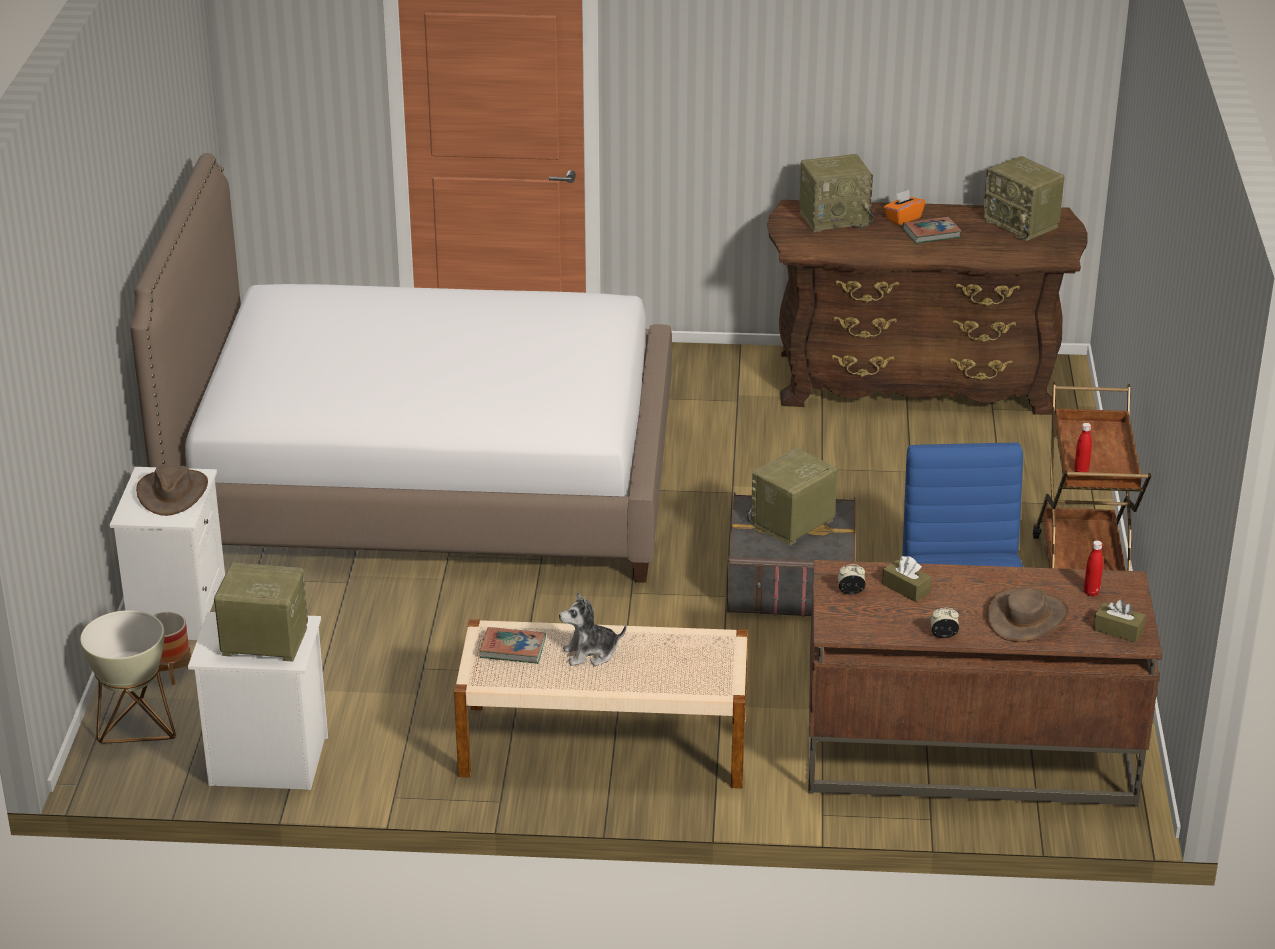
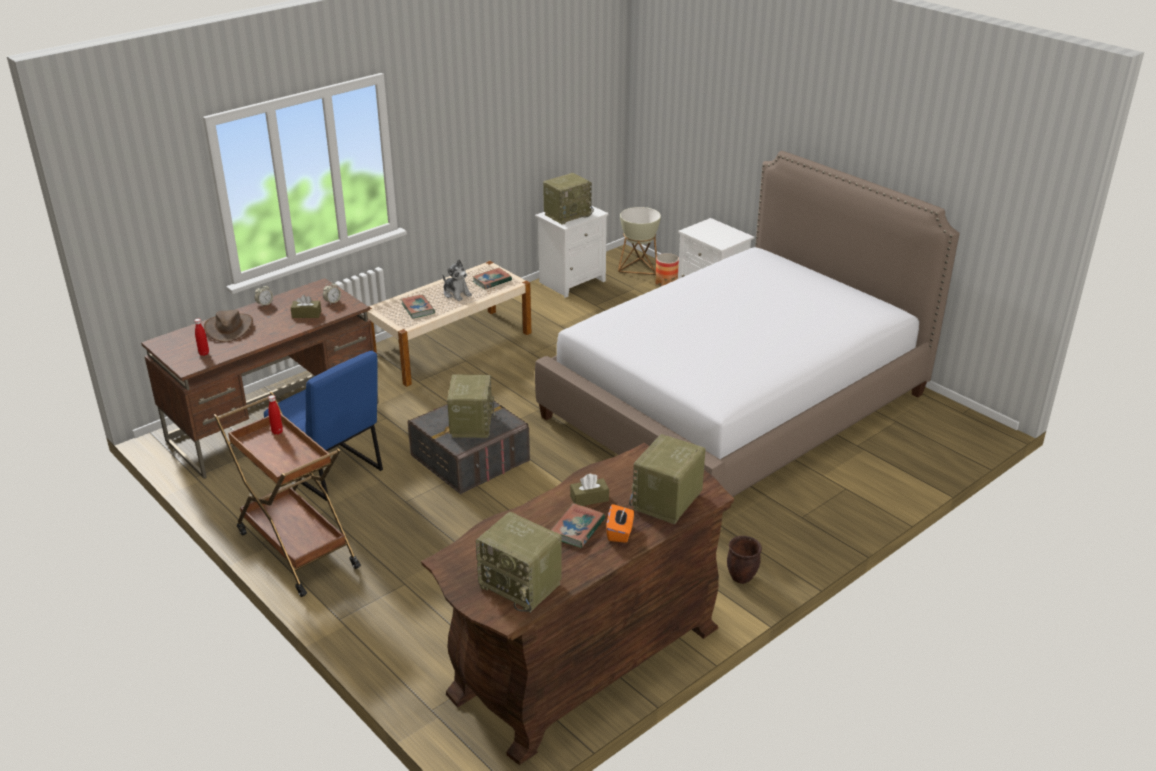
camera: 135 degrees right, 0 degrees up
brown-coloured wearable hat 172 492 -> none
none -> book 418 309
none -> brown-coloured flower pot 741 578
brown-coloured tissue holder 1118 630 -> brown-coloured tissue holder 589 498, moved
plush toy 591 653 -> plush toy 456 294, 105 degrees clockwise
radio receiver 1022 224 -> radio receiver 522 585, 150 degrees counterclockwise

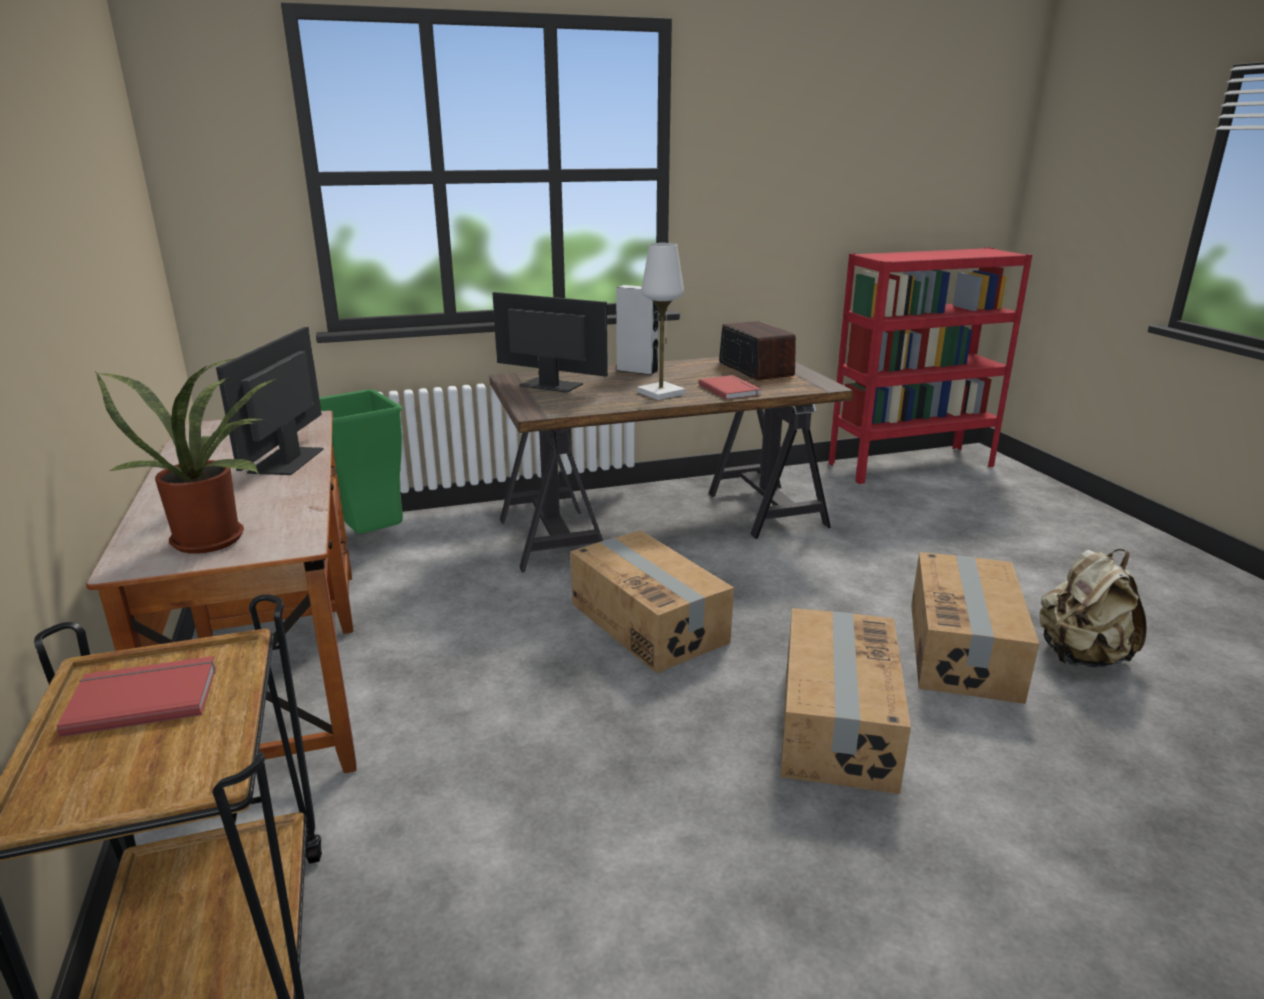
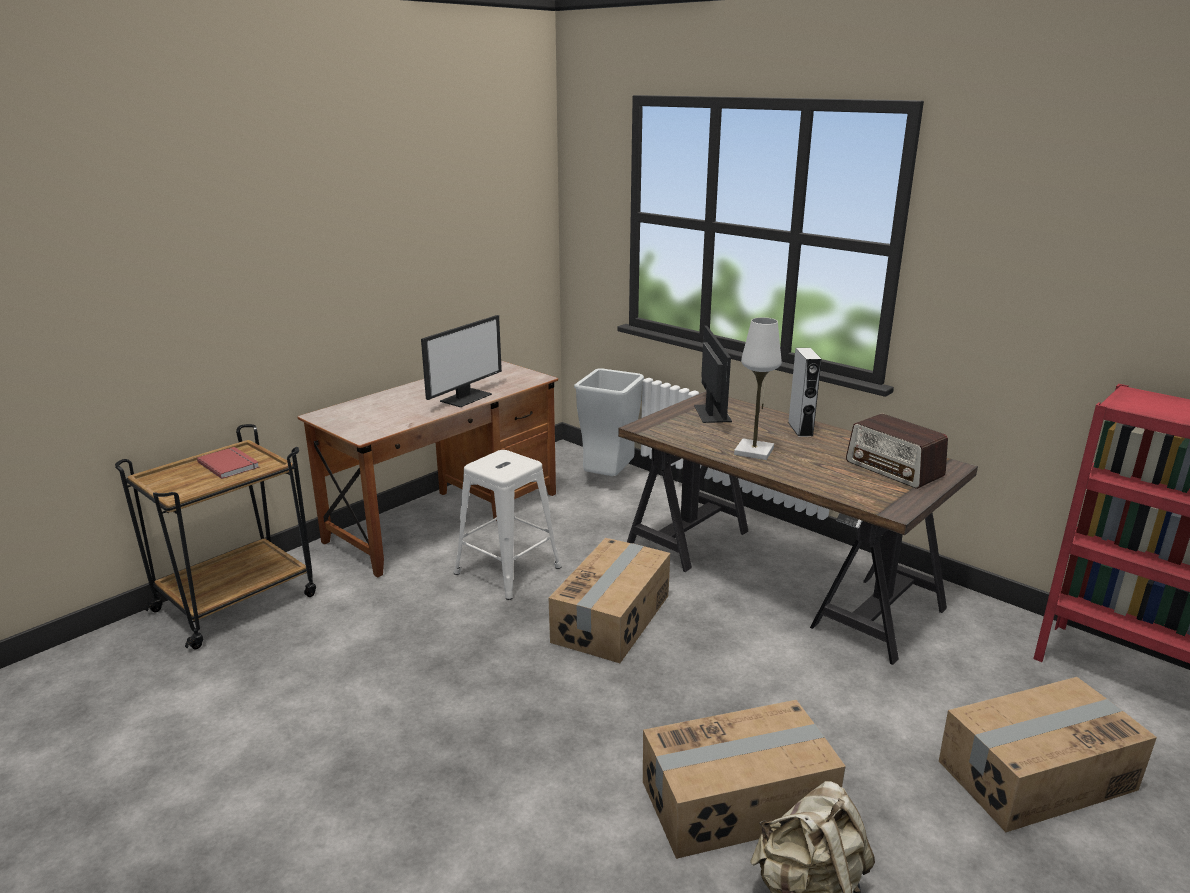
camera: 60 degrees right, 0 degrees up
houseplant 214 537 -> none
reddish book 731 389 -> none
none -> white stool seat 508 570
packing box 835 723 -> packing box 1034 774, moved
green-coloured trash can 370 537 -> grey trash can 608 479
monitor 287 461 -> monitor 465 397, 150 degrees clockwise
radio receiver 755 369 -> radio receiver 894 469, 105 degrees clockwise

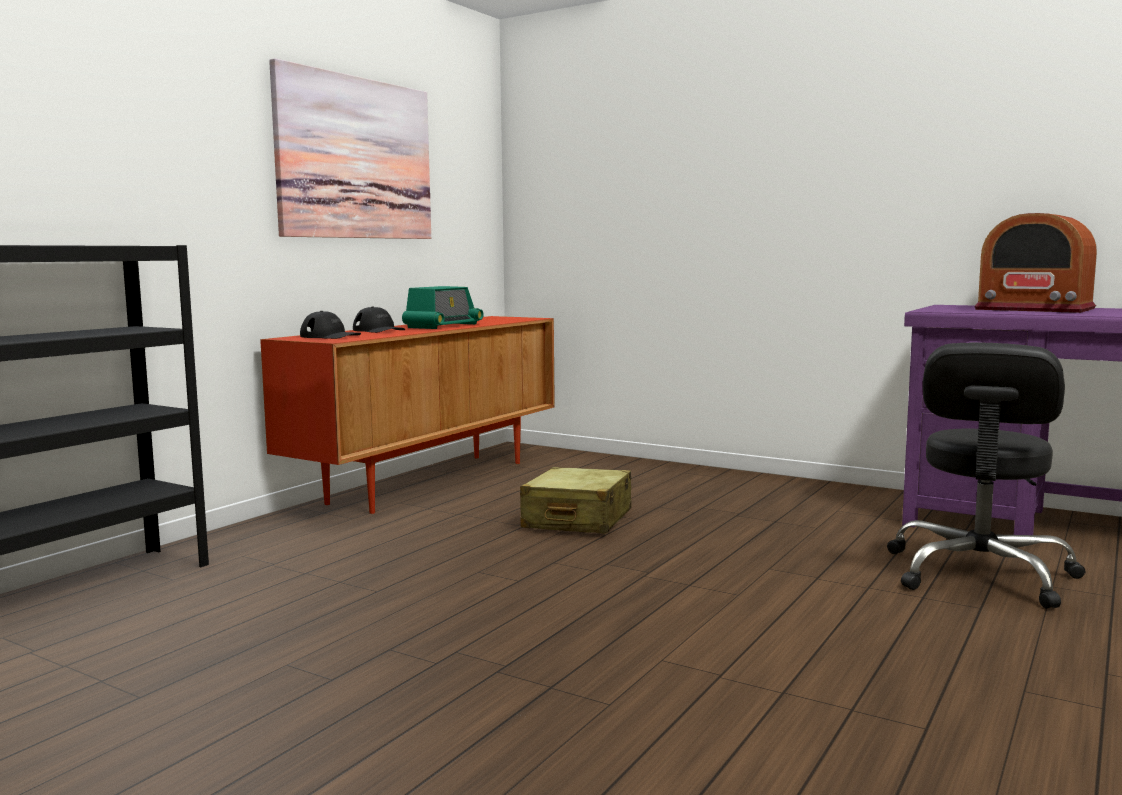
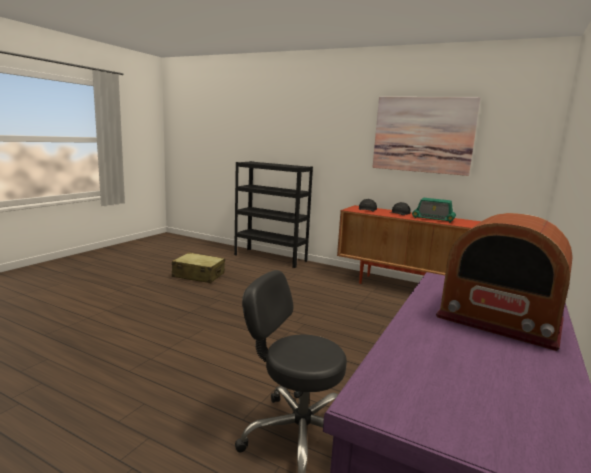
camera: 85 degrees right, 5 degrees up
sand-coloured piece of luggage 577 520 -> sand-coloured piece of luggage 198 275, moved
radio receiver 1034 309 -> radio receiver 499 319, 90 degrees counterclockwise

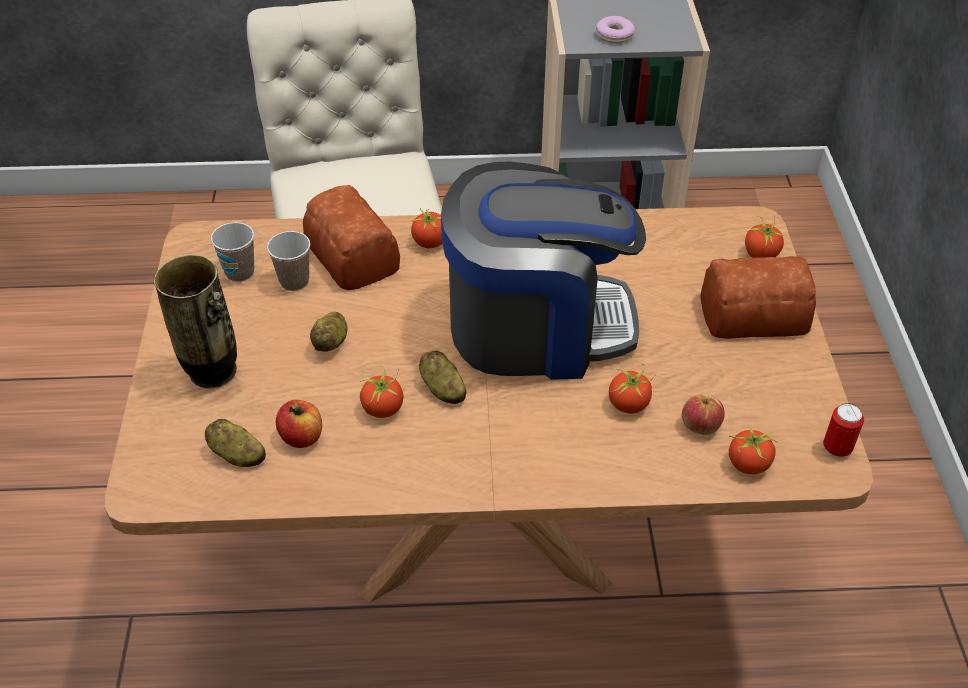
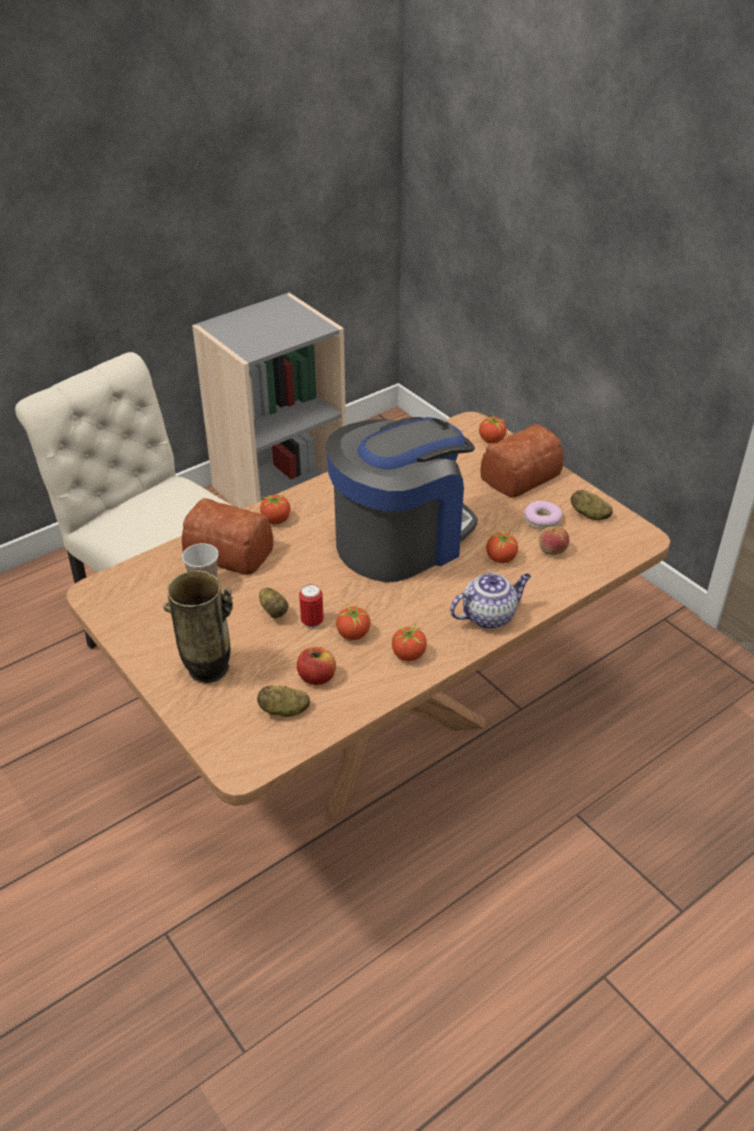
camera: 35 degrees left, 5 degrees down
small cup 240 272 -> none
none -> pot for tea 489 615
potato 442 389 -> potato 589 515, moved
donut 614 35 -> donut 542 520, moved
fresh tomato 748 464 -> fresh tomato 408 655, moved
metal can 836 448 -> metal can 312 622, moved

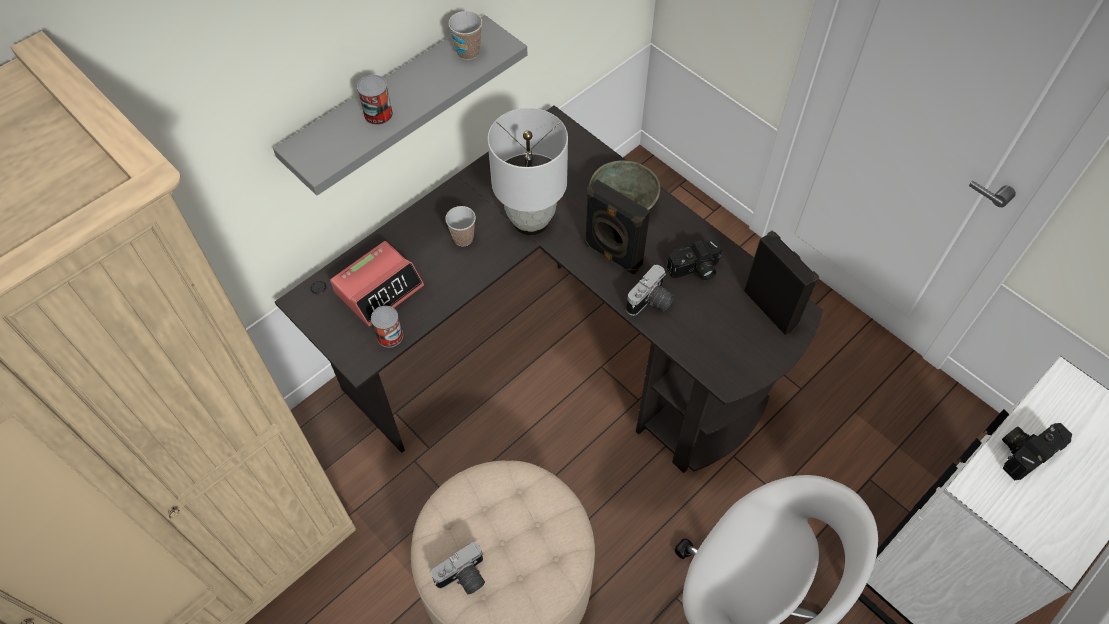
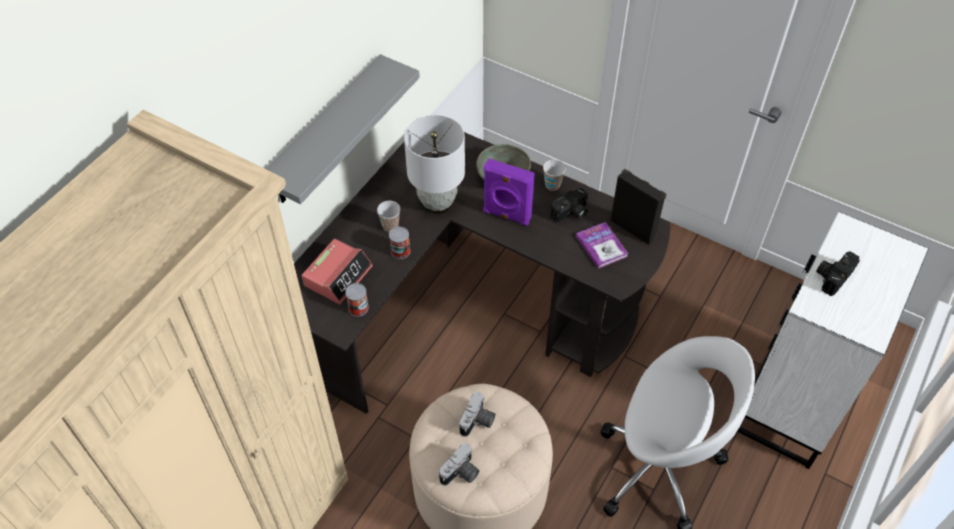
camera: 15 degrees left, 5 degrees down
none -> book 601 246
metal can 378 114 -> metal can 400 251, moved
small cup 468 52 -> small cup 552 185, moved
still camera 651 303 -> still camera 478 422, moved
black-coloured speaker 612 255 -> purplish speaker 506 215

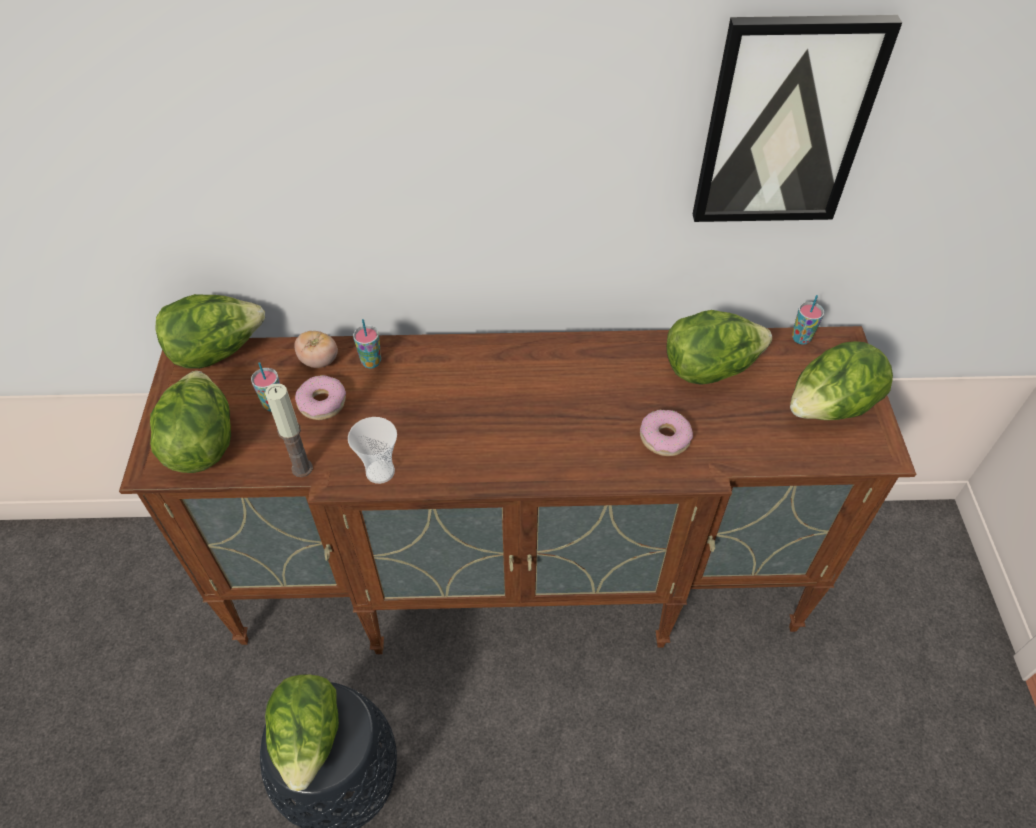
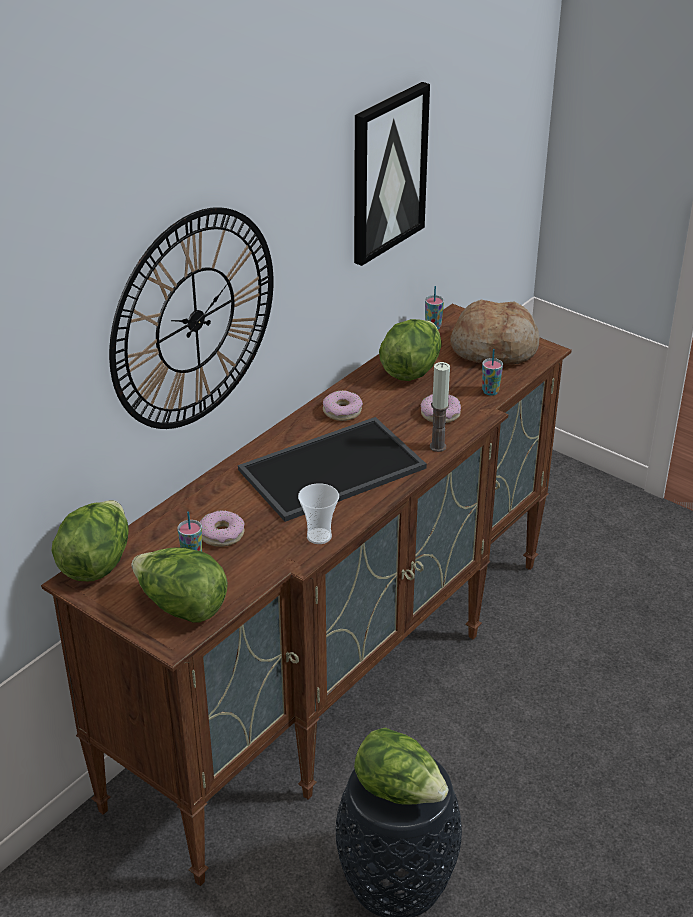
camera: 50 degrees left, 15 degrees down
fresh tomato 319 361 -> none
none -> wall clock 195 320
none -> serving tray 332 471
none -> donut 342 411
candle 302 468 -> candle 437 446, moved
small cup 371 362 -> small cup 490 391, moved
lettuce head 829 408 -> bread 495 348

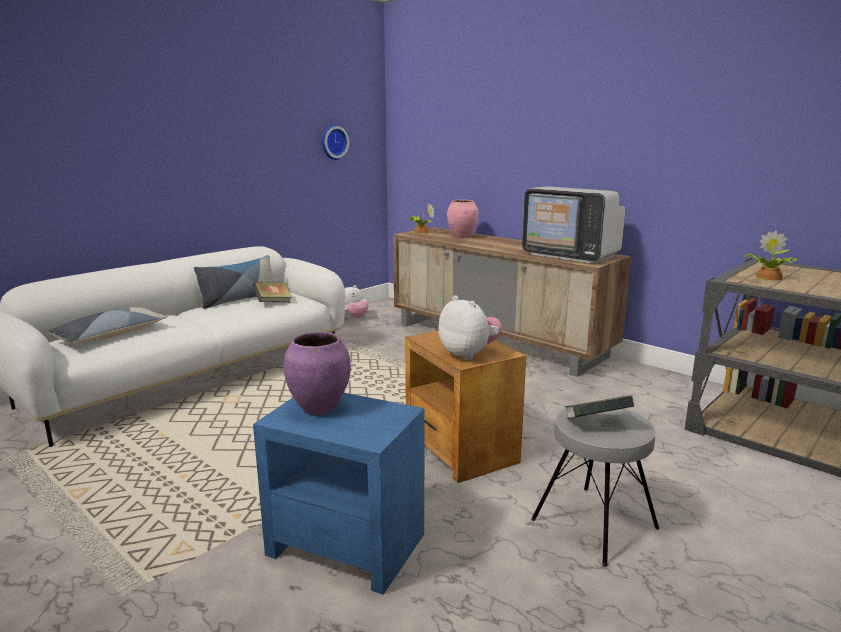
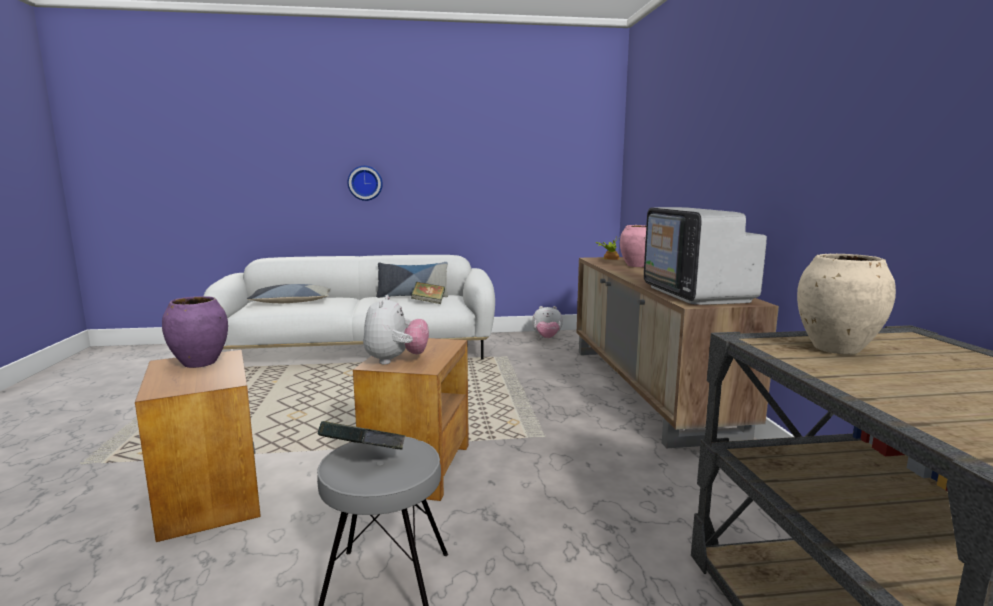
camera: 40 degrees right, 5 degrees down
wall clock 333 142 -> wall clock 365 183, moved
houseplant 768 277 -> sand-coloured flower vase 835 349
blue-coloured side table 346 543 -> brown-coloured side table 211 495

